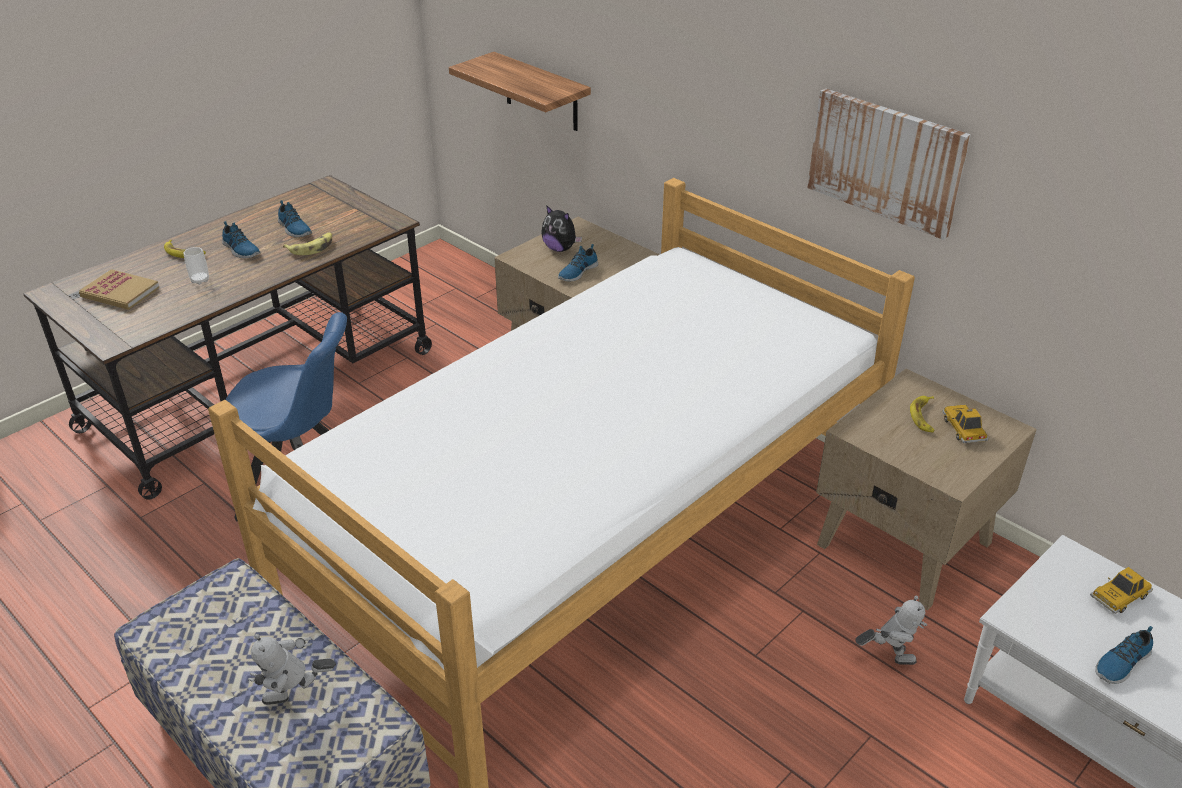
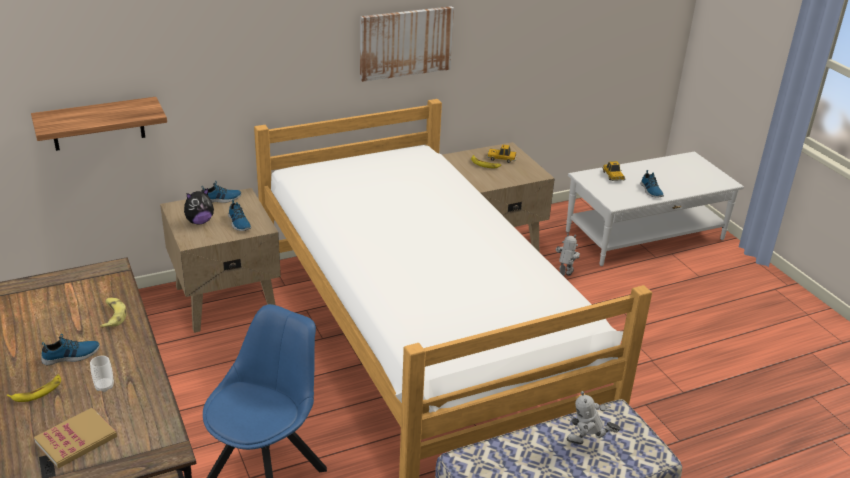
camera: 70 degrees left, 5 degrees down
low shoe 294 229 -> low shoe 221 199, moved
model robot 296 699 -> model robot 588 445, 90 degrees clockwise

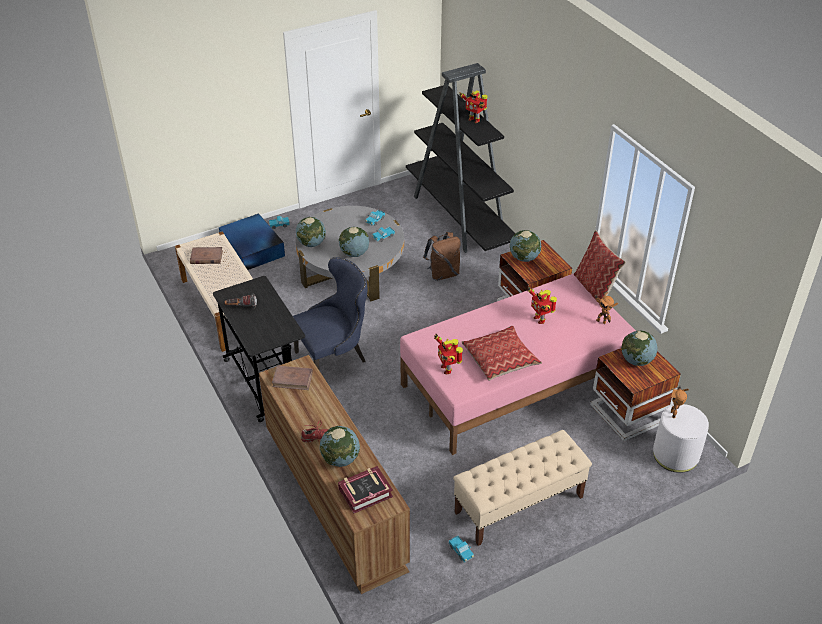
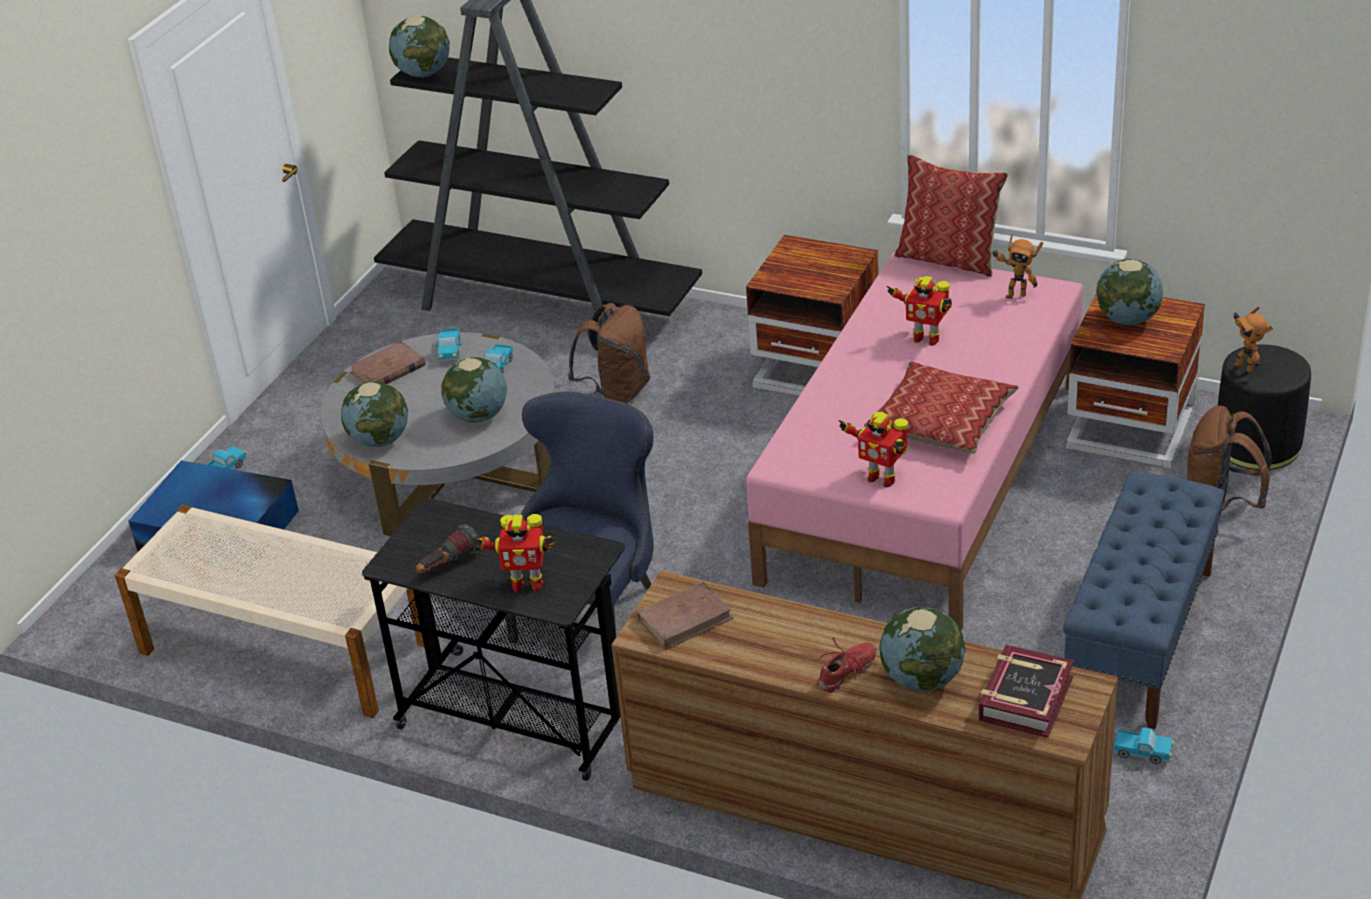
camera: 35 degrees left, 5 degrees down
none -> brown-coloured backpack 1220 508
brown-coloured book 206 257 -> brown-coloured book 388 369, moved
model robot 474 119 -> model robot 526 584, moved
world globe 524 258 -> world globe 424 73, moved
sand-coloured indoor bench 518 505 -> blue-coloured indoor bench 1140 638
white ottoman 675 455 -> black-coloured ottoman 1258 445

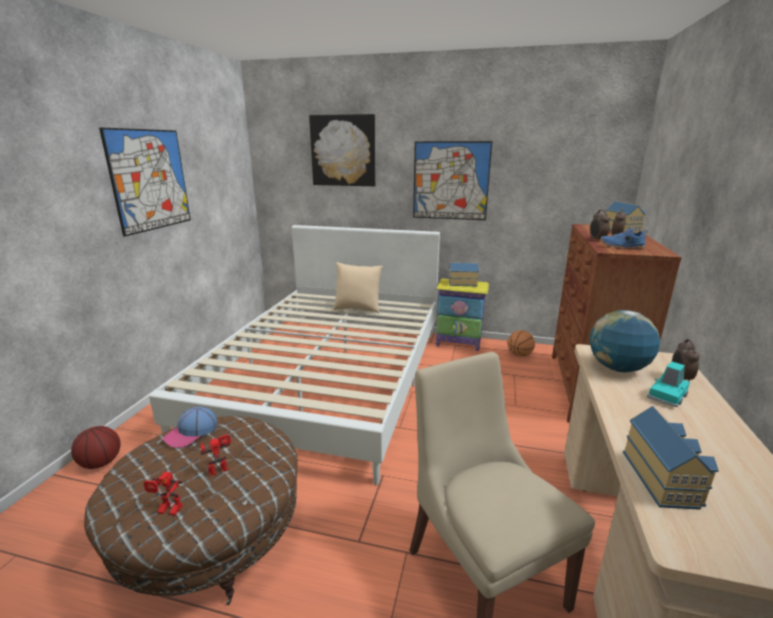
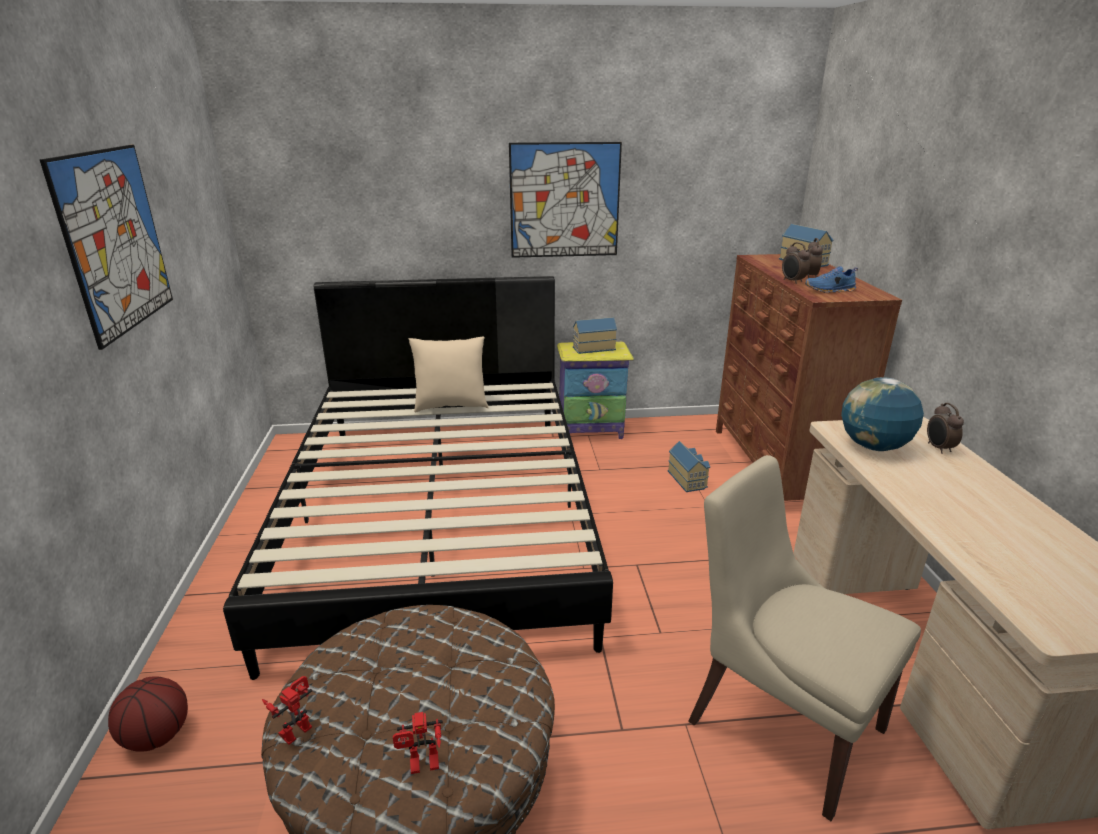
camera: 20 degrees left, 5 degrees up
baseball cap 191 432 -> none
picture 343 151 -> none
basketball ball 519 355 -> none
blue-green toy car 667 396 -> none
model robot 219 467 -> model robot 295 727, moved
model house 663 478 -> model house 688 479, moved
white bed 329 377 -> black-coloured bed 442 516

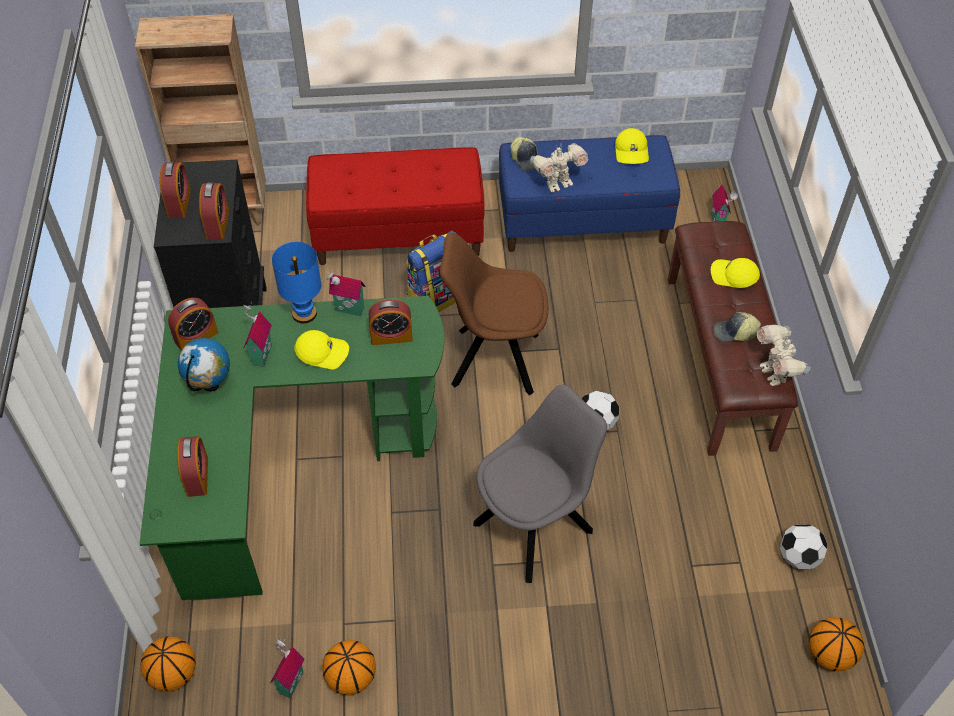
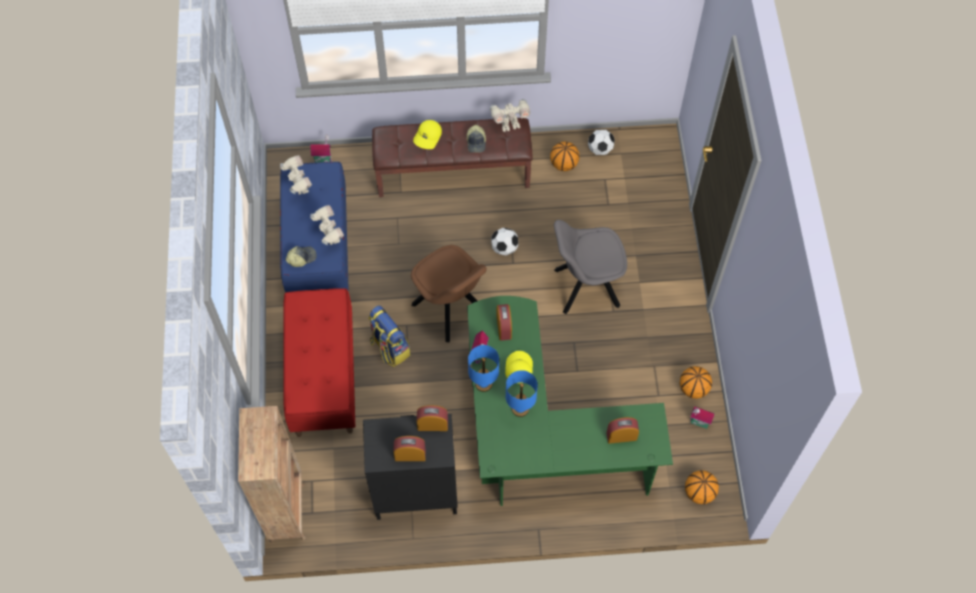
camera: 90 degrees left, 10 degrees up
bedside clock 196 337 -> none
world globe 210 385 -> none
basketball ball 830 655 -> basketball ball 564 164, moved
model house 260 354 -> blue-coloured lamp for a table 520 409
yellowish baseball cap 632 152 -> model robot 299 188
brown-coloured upright chair 494 360 -> brown-coloured upright chair 450 309, 45 degrees counterclockwise
grey upright chair 534 528 -> grey upright chair 585 287, 60 degrees counterclockwise

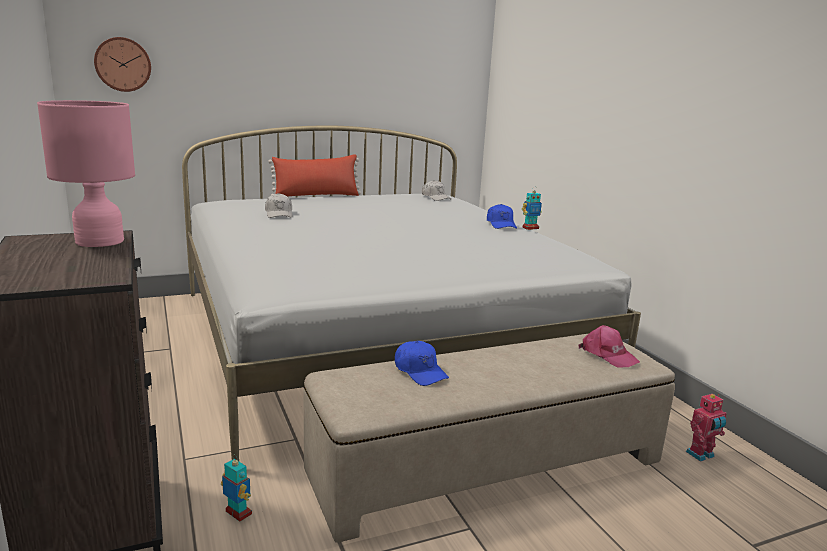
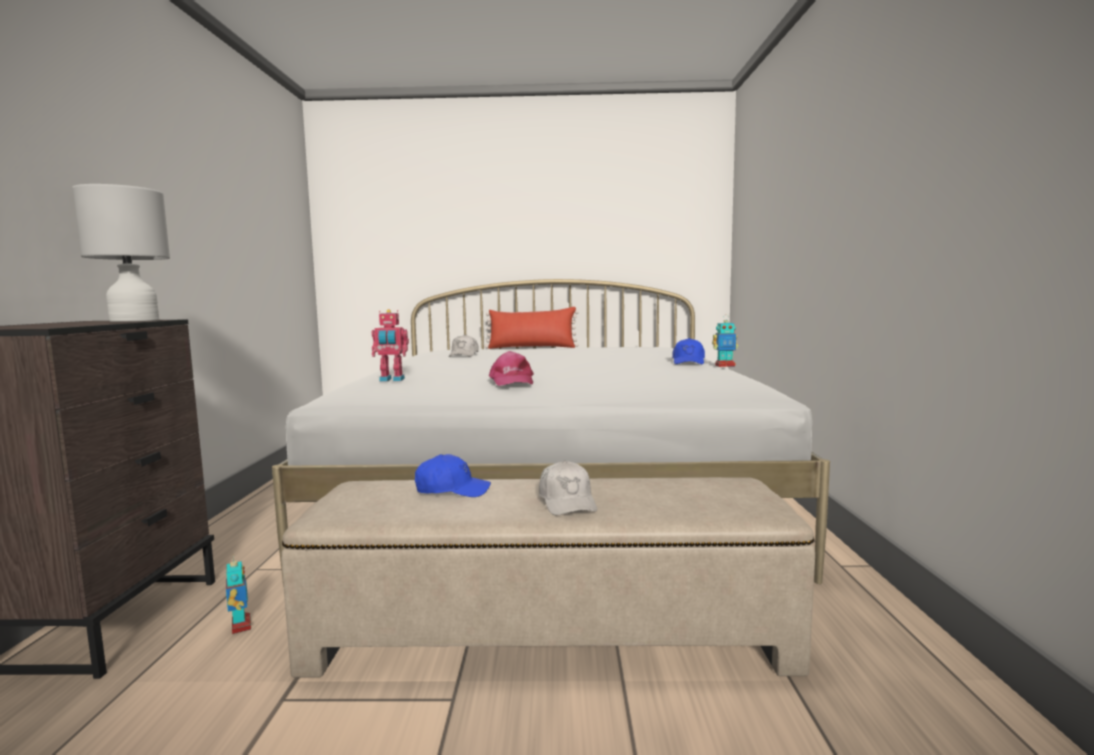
camera: 25 degrees right, 10 degrees down
wall clock 123 64 -> none
white baseball cap 435 197 -> white baseball cap 567 502, moved
pink baseball cap 608 355 -> pink baseball cap 511 381, moved
model robot 701 455 -> model robot 391 380, moved
pink lamp for a table 100 241 -> grey lamp for a table 134 321
blue-coloured baseball cap 420 371 -> blue-coloured baseball cap 452 490, 75 degrees counterclockwise

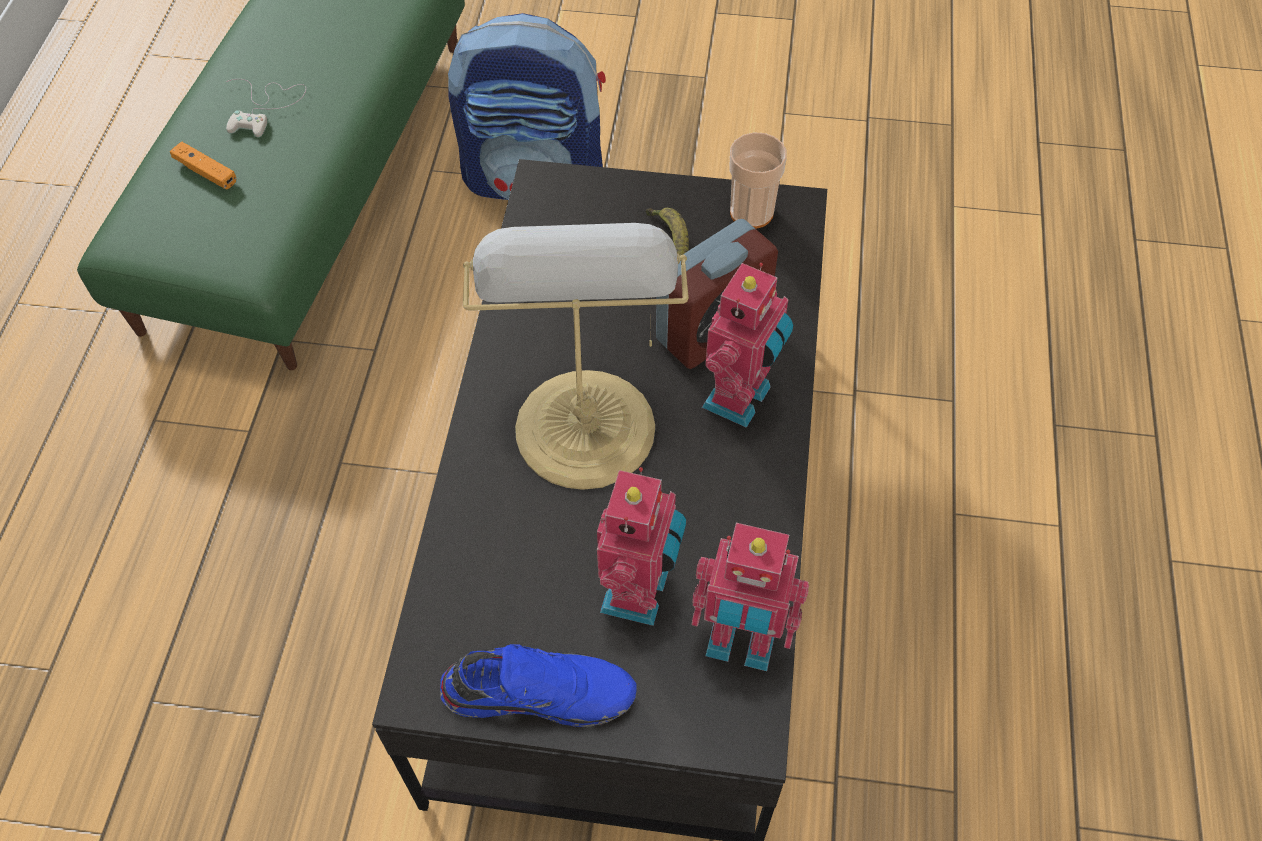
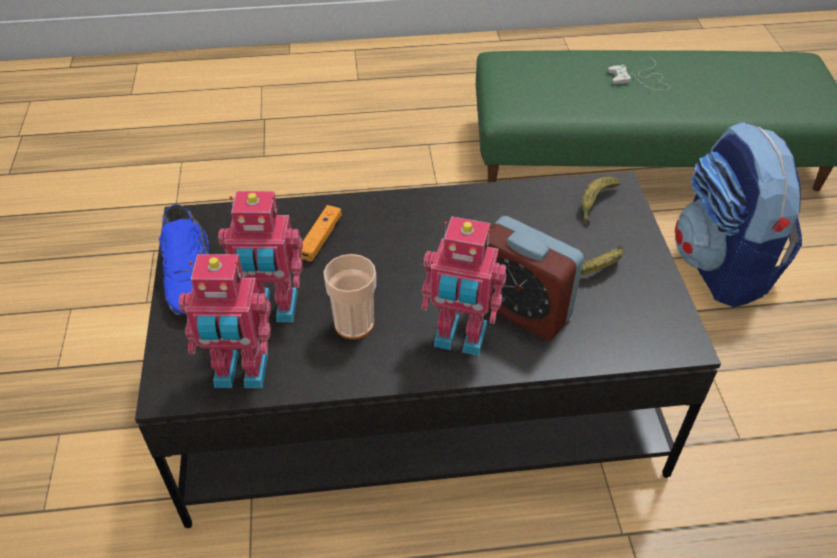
camera: 75 degrees right, 10 degrees down
lamp for a table 584 421 -> none
none -> whole banana 595 203
orange-coloured game controller 206 172 -> orange-coloured game controller 321 238, moved
small cup 751 212 -> small cup 354 324, moved
model robot 740 643 -> model robot 241 374, 90 degrees counterclockwise

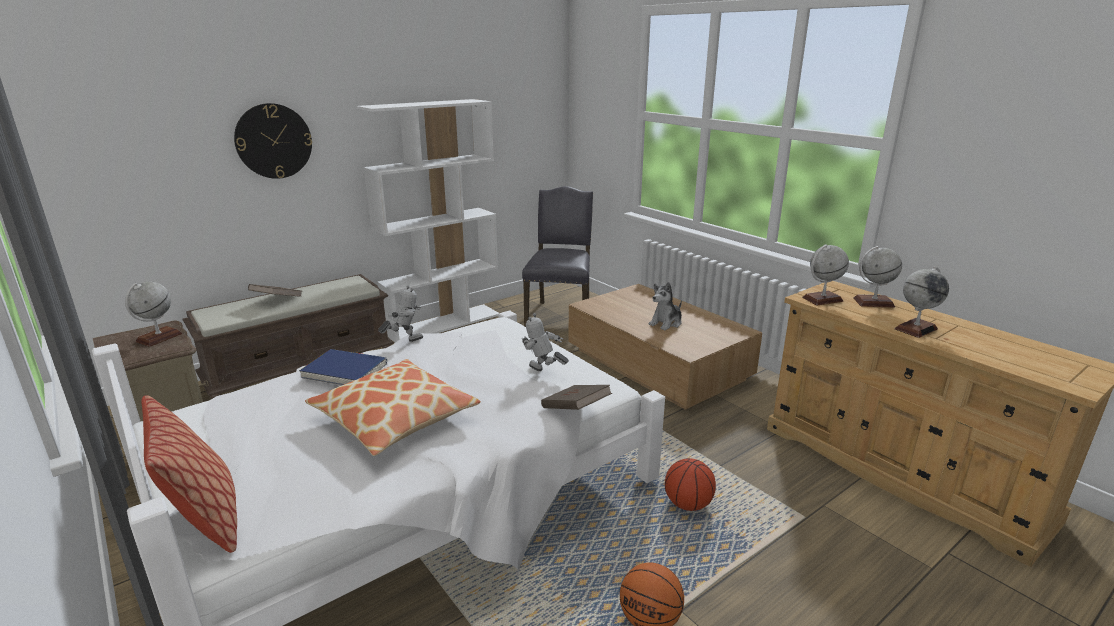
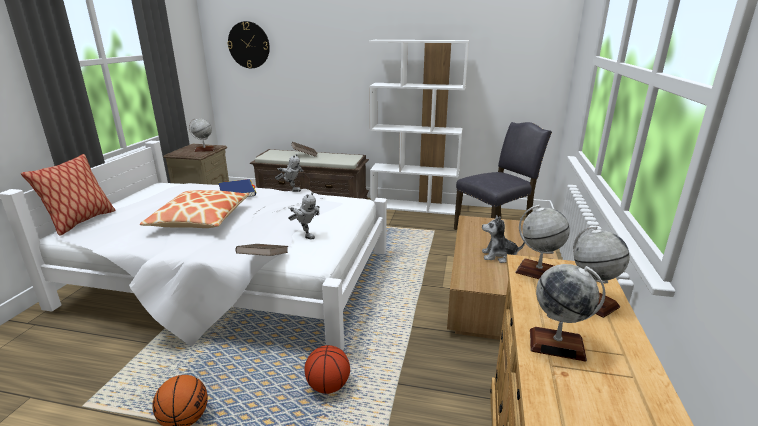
camera: 50 degrees right, 0 degrees up
wall clock 273 141 -> wall clock 249 45, moved
model robot 543 373 -> model robot 305 235, 135 degrees clockwise

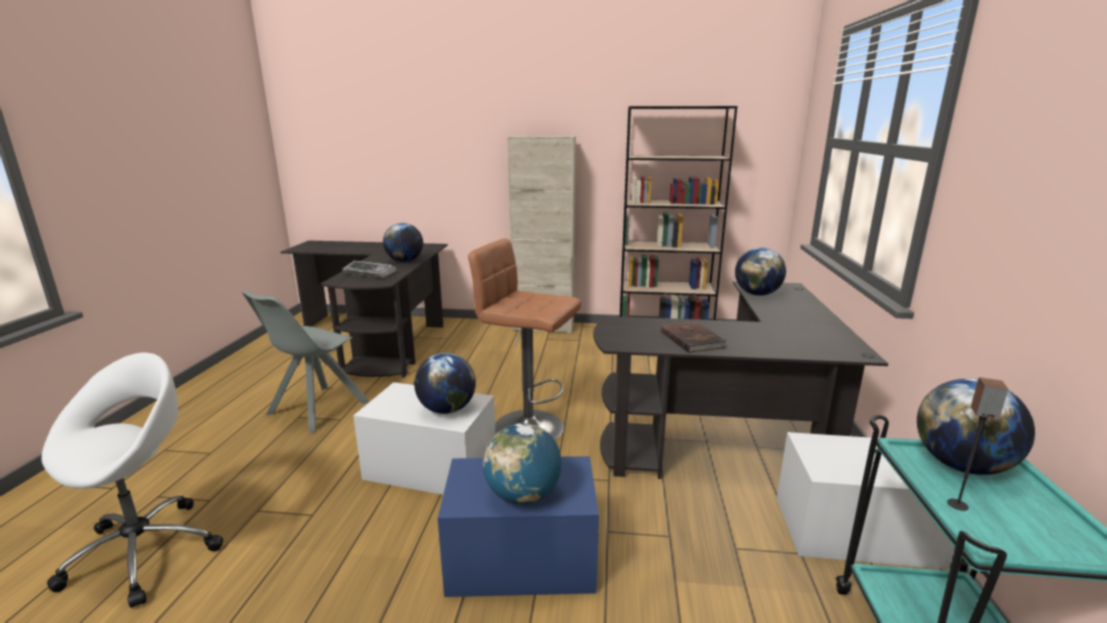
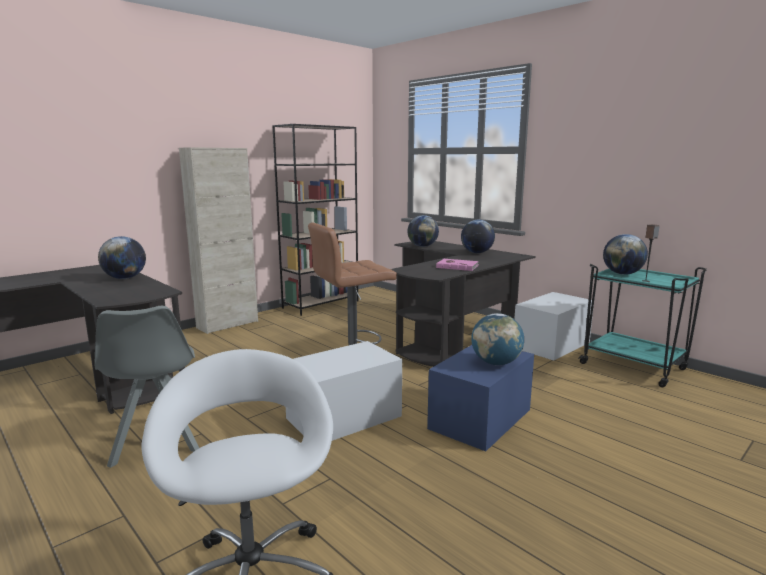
camera: 50 degrees left, 5 degrees down
keyboard 370 273 -> none
world globe 447 409 -> world globe 477 253, moved
brown-coloured book 692 339 -> pink book 457 266

